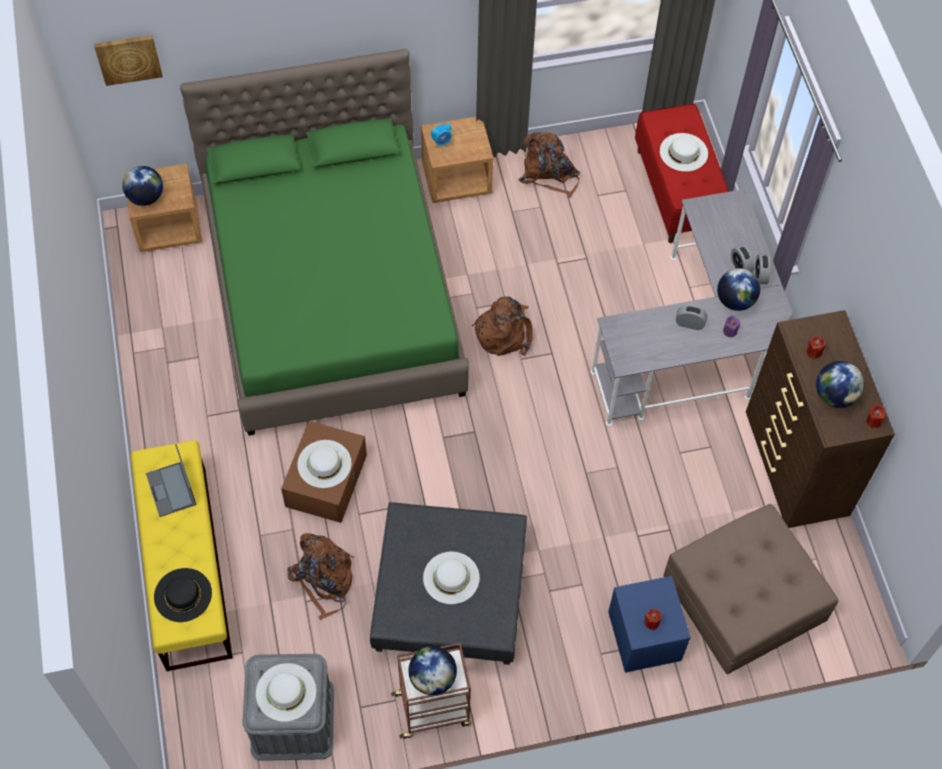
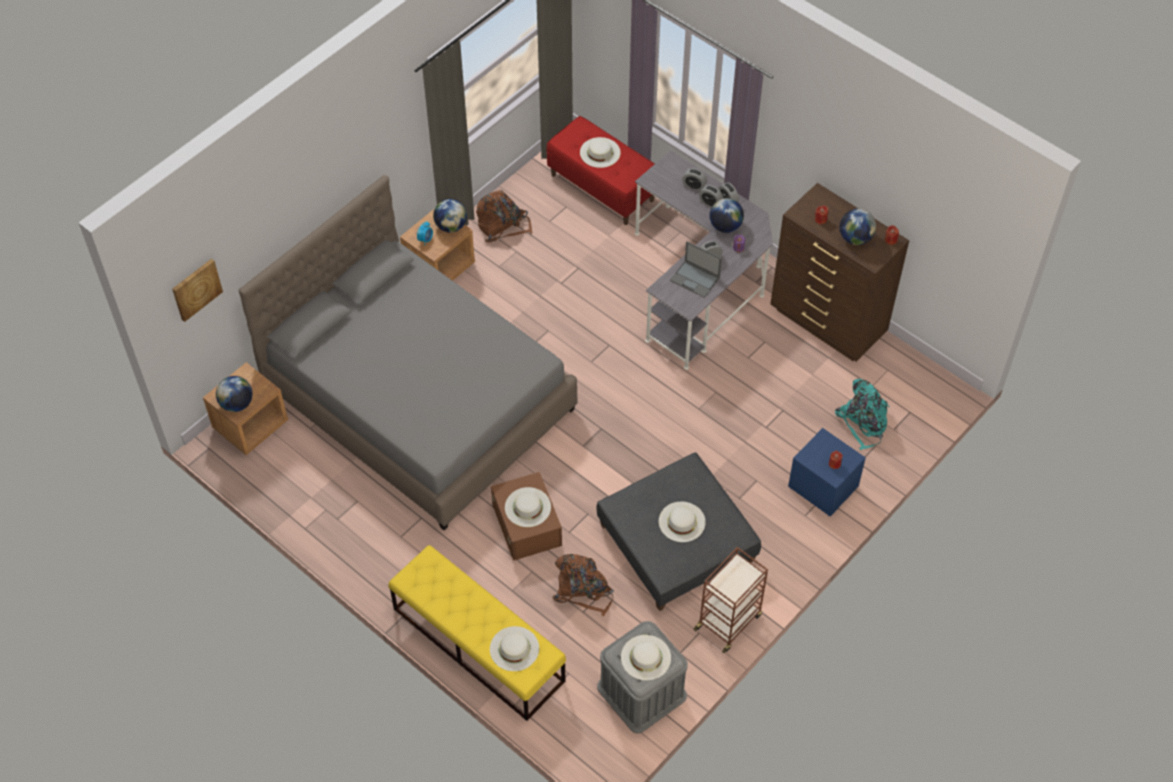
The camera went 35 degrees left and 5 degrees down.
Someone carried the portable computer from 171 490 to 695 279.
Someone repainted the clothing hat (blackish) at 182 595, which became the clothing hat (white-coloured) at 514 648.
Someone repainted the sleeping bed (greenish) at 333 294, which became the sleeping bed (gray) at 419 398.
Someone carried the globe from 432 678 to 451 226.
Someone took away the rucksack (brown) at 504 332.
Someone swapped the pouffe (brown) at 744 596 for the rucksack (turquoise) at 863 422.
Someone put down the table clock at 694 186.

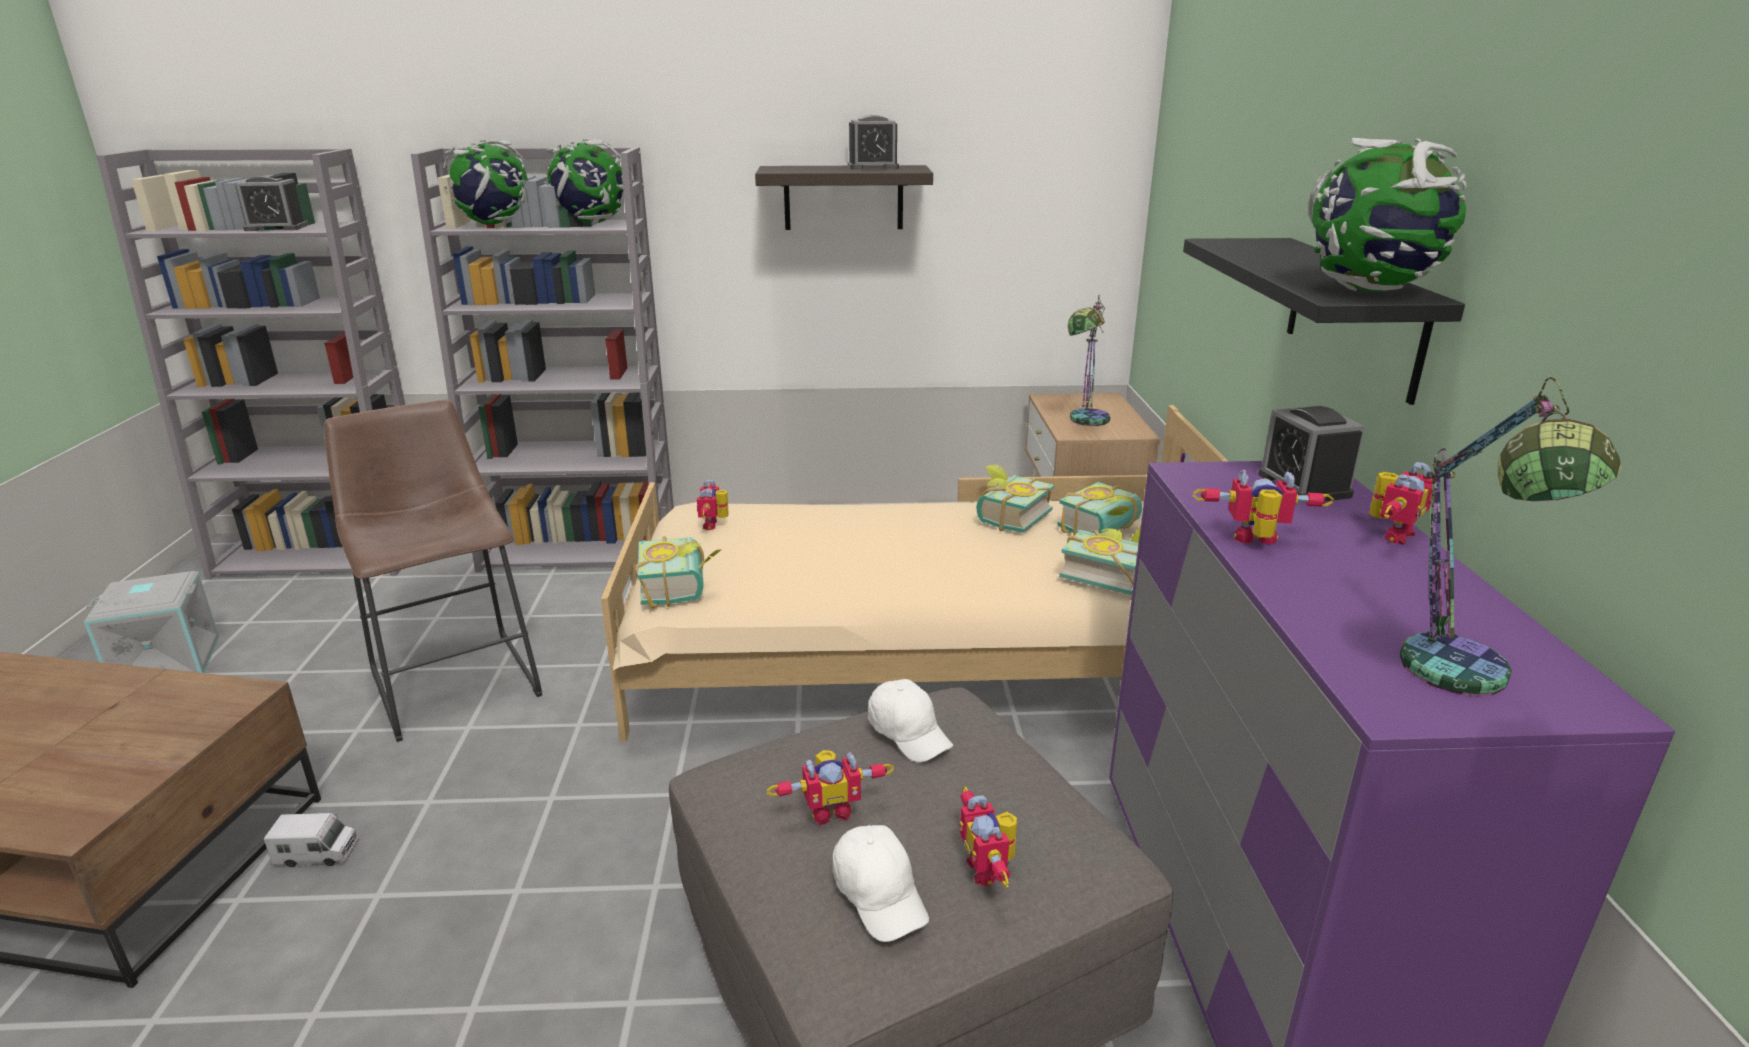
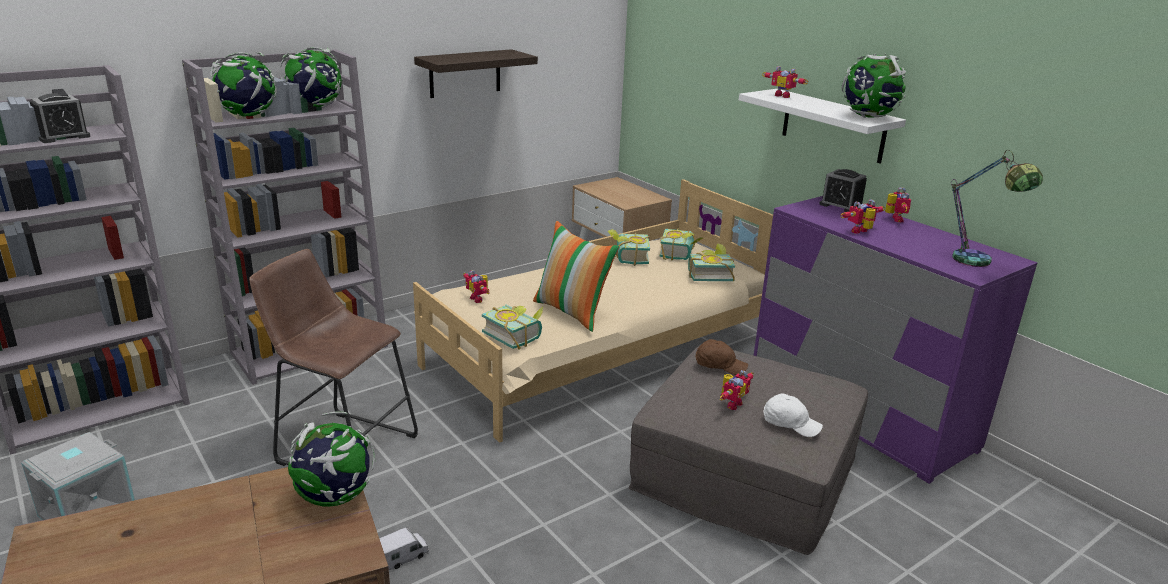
The camera went 35 degrees left and 0 degrees up.
Someone took away the table clock at 873 167.
Someone repainted the peaked cap (white-coloured) at 909 733, which became the peaked cap (brown) at 720 365.
Someone carried the model robot from 989 869 to 783 96.
Someone took away the table lamp at 1084 422.
Someone repainted the shelf (blackish) at 1354 315, which became the shelf (white-coloured) at 833 125.
Someone put down the globe at 334 498.
Someone put down the throw pillow at 572 312.

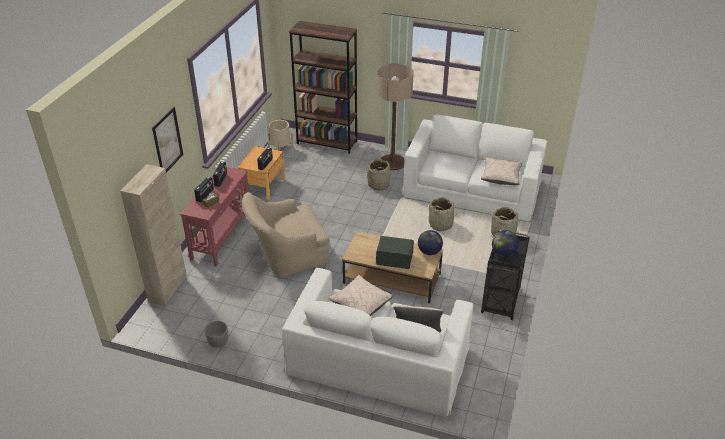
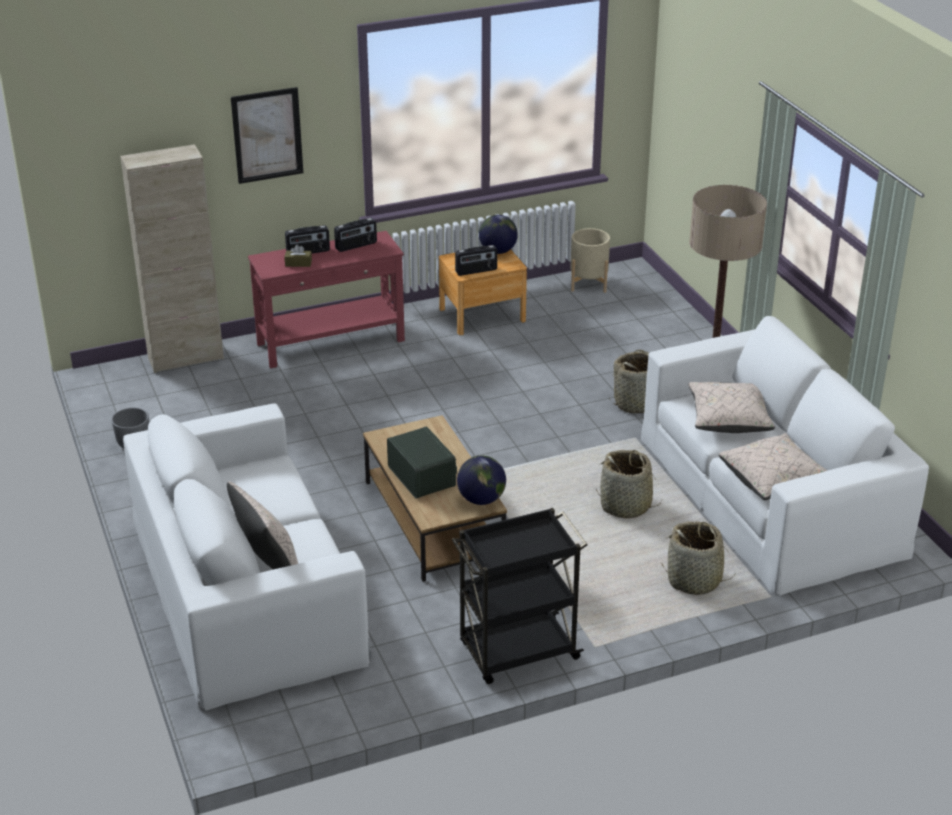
The camera went 50 degrees right and 5 degrees down.
Someone took away the armchair (beige) at 286 255.
Someone took away the bookshelf (brown) at 327 142.
Someone carried the throw pillow (beige) from 361 304 to 729 418.
Someone carried the globe from 503 253 to 497 251.

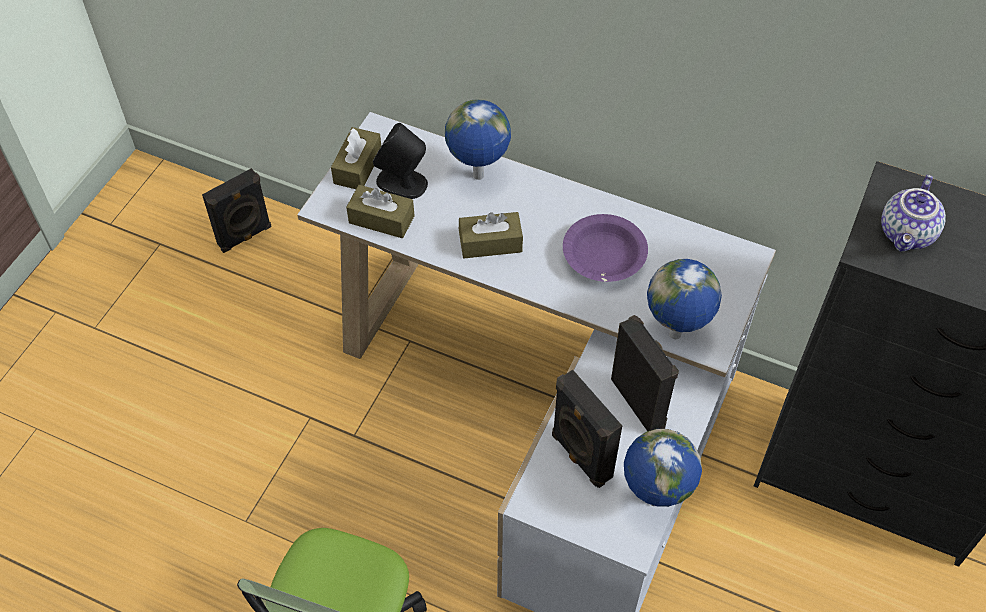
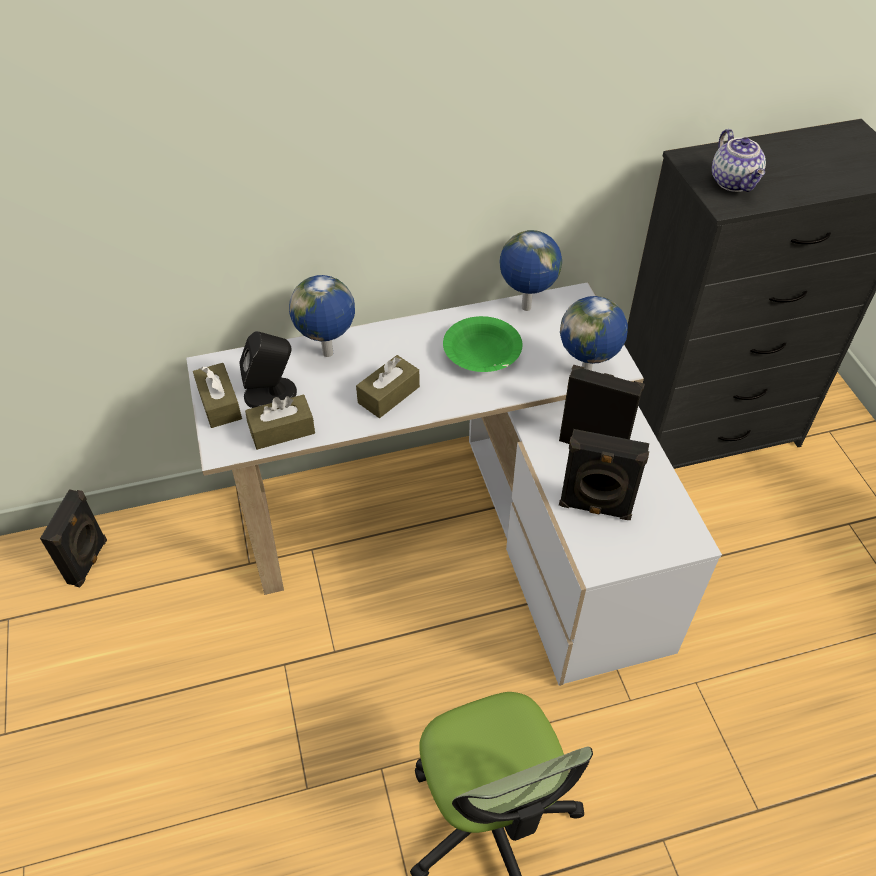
The camera went 40 degrees left and 5 degrees down.
Someone repainted the bowl (purplish) at 603 257, which became the bowl (greenish) at 482 354.
Someone carried the globe from 652 501 to 525 308.

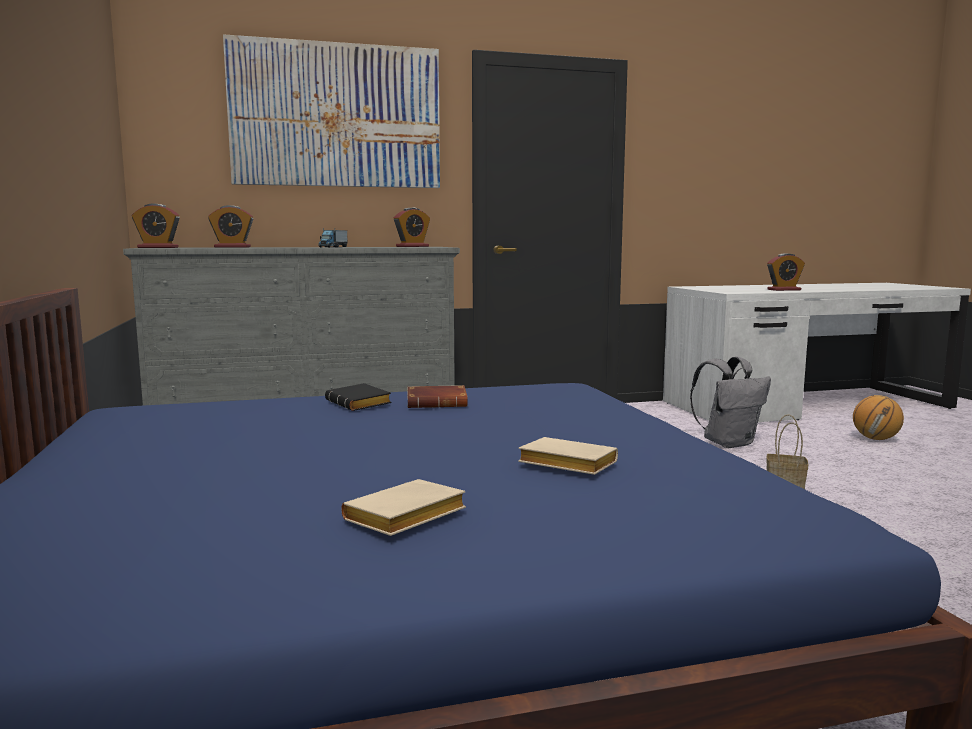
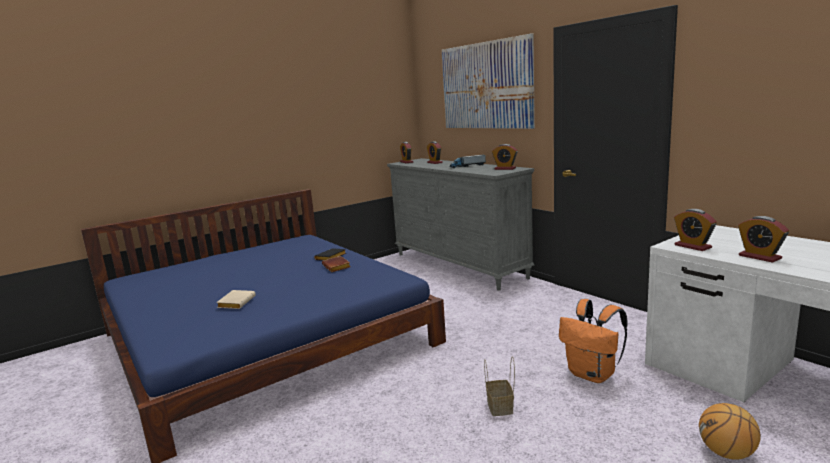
The camera went 70 degrees right and 5 degrees up.
Someone took away the volume (beige) at 404 518.
Someone repainted the rucksack (gray) at 728 443, which became the rucksack (orange-coloured) at 593 375.
Someone put down the table clock at 693 246.

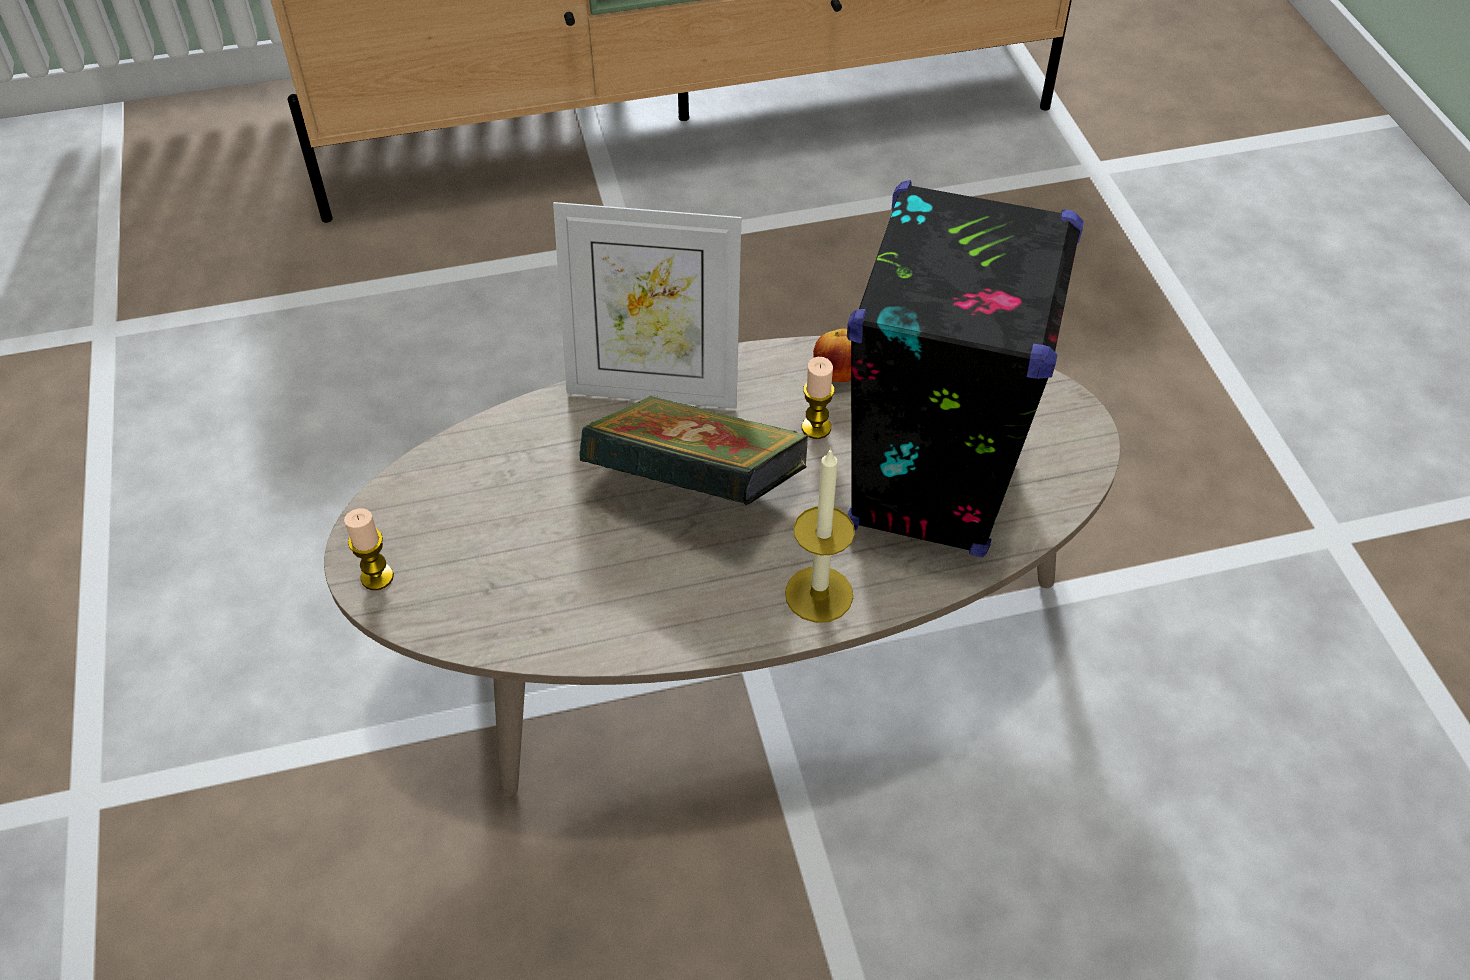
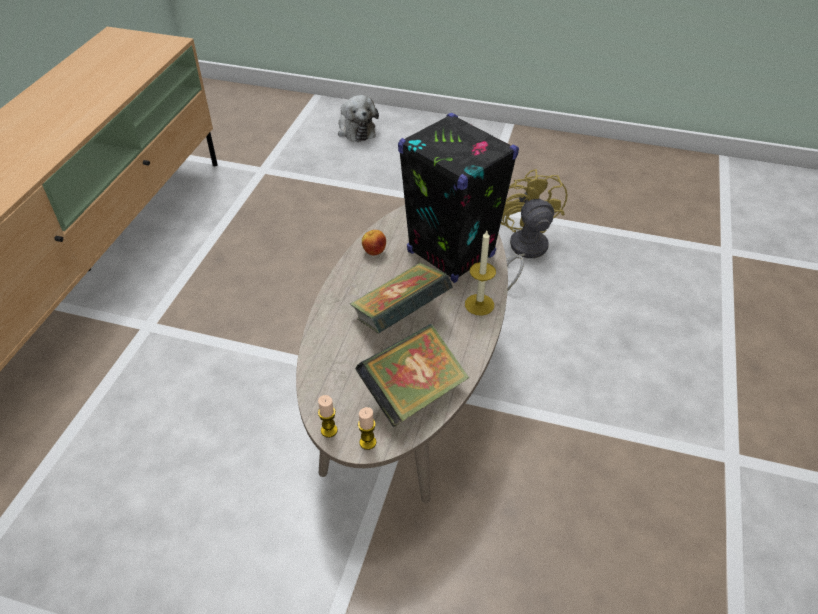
The camera went 60 degrees left and 5 degrees down.
Someone took away the standing frame at 654 387.
Someone carried the wax candle from 816 428 to 329 430.
Someone put down the plush toy at 355 129.
Someone put down the volume at 413 394.
Someone put down the fan (yellowish) at 523 251.

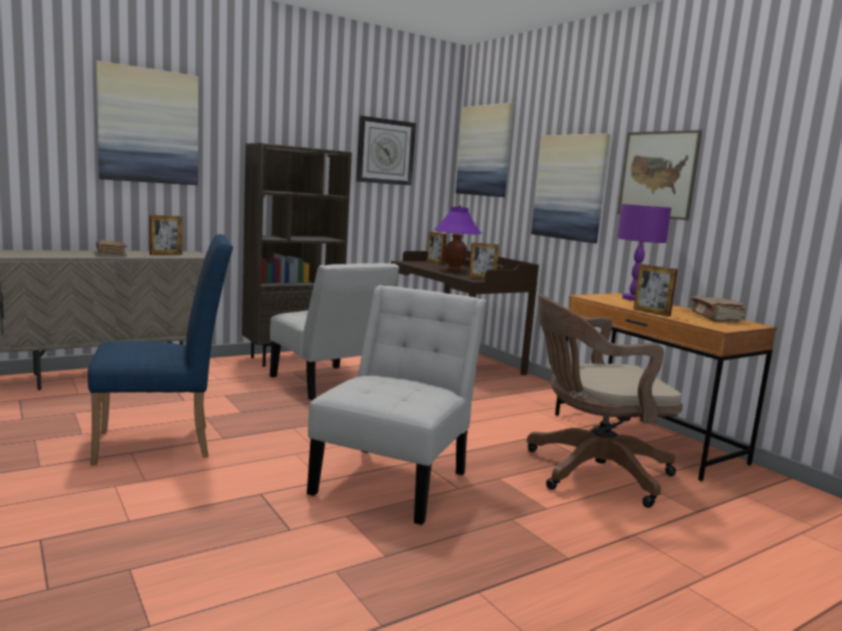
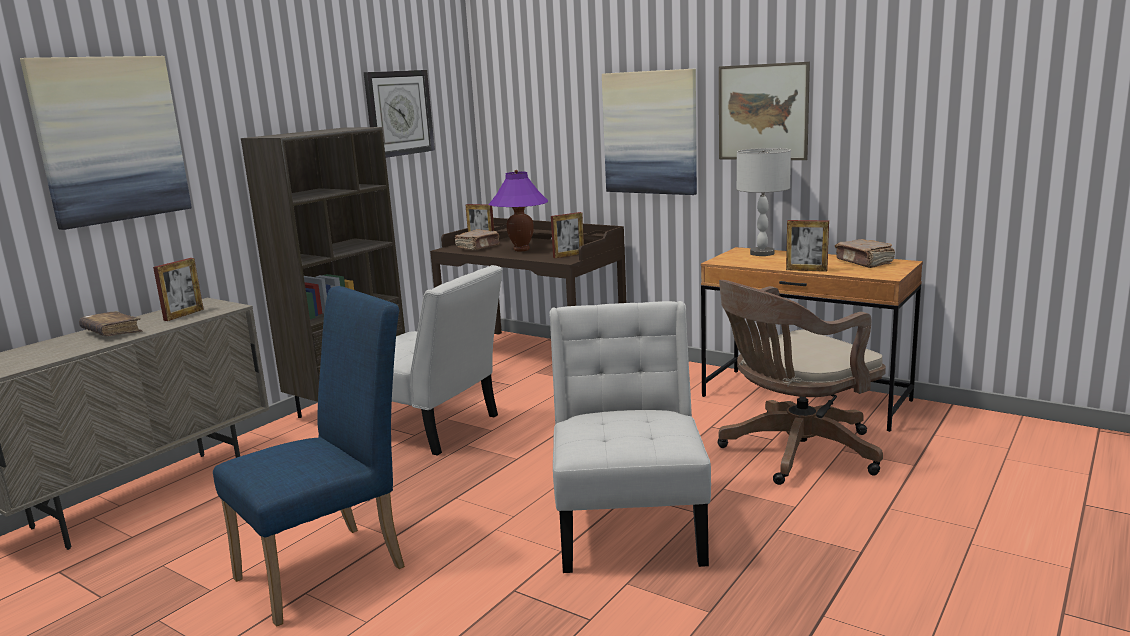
The camera went 20 degrees left and 5 degrees up.
Someone took away the picture at 485 151.
Someone repainted the table lamp (purplish) at 632 299, which became the table lamp (gray) at 761 253.
Someone put down the volume (brown) at 478 247.

